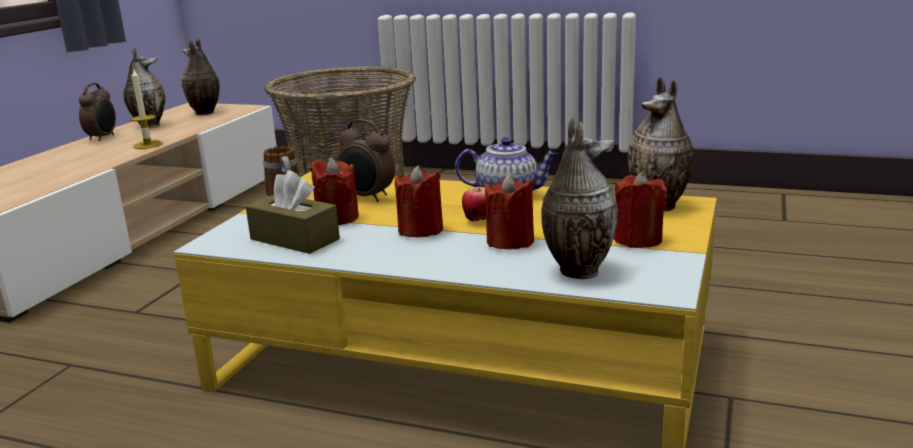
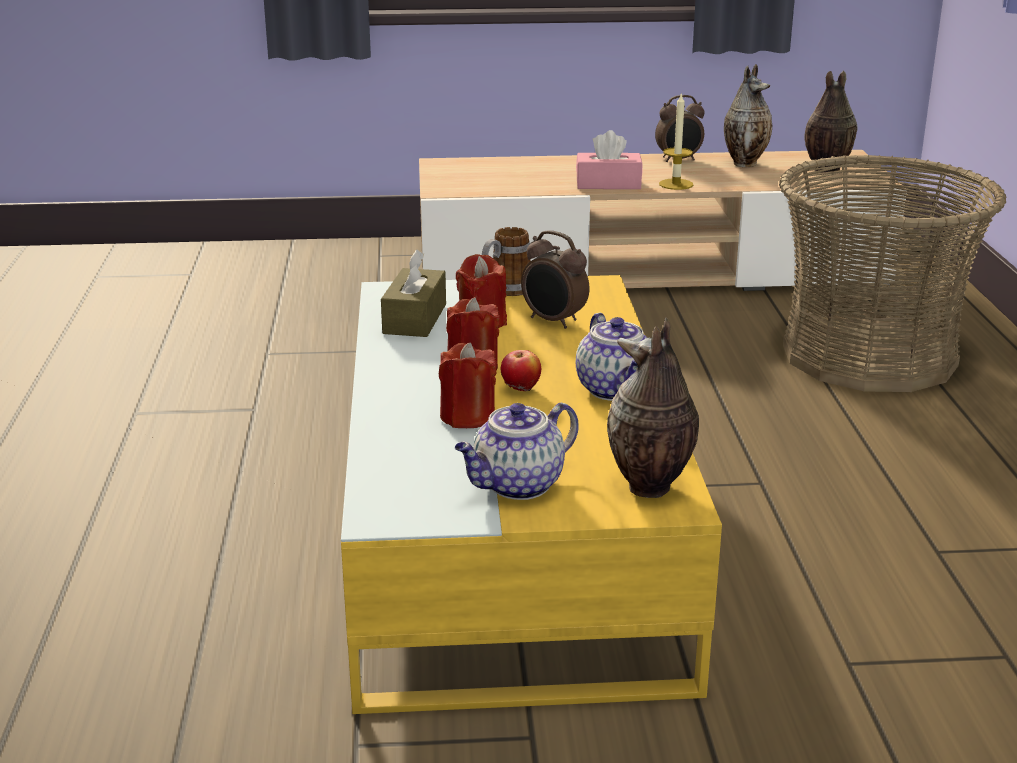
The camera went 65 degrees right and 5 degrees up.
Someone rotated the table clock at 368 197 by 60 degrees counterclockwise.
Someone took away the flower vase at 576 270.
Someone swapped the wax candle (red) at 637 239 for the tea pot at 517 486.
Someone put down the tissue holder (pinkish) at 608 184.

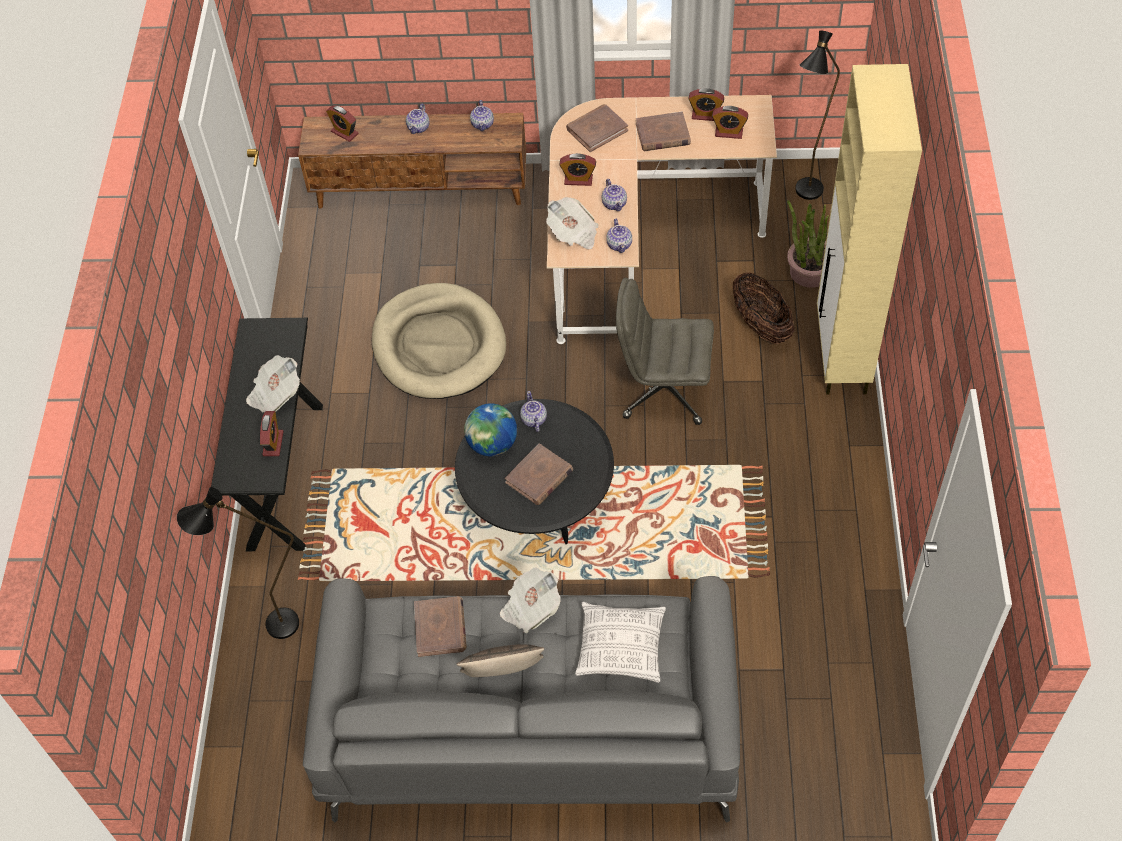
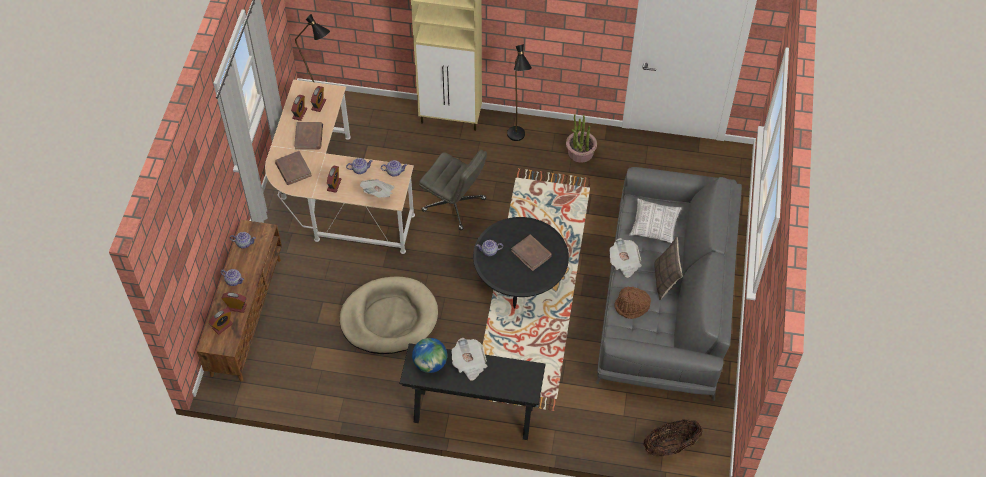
The camera went 85 degrees left and 0 degrees up.
Someone carried the floor lamp (blackish) from 270 628 to 517 139.
Someone carried the table clock from 273 443 to 236 307.
Someone swapped the volume (brown) at 440 628 for the clothing hat (brown) at 632 306.
Someone carried the globe from 492 444 to 430 364.
Someone rotated the computer chair (gray) at 663 391 by 75 degrees counterclockwise.
Someone carried the household basket from 761 325 to 670 446.
Someone carried the plant in a pot from 809 271 to 580 152.

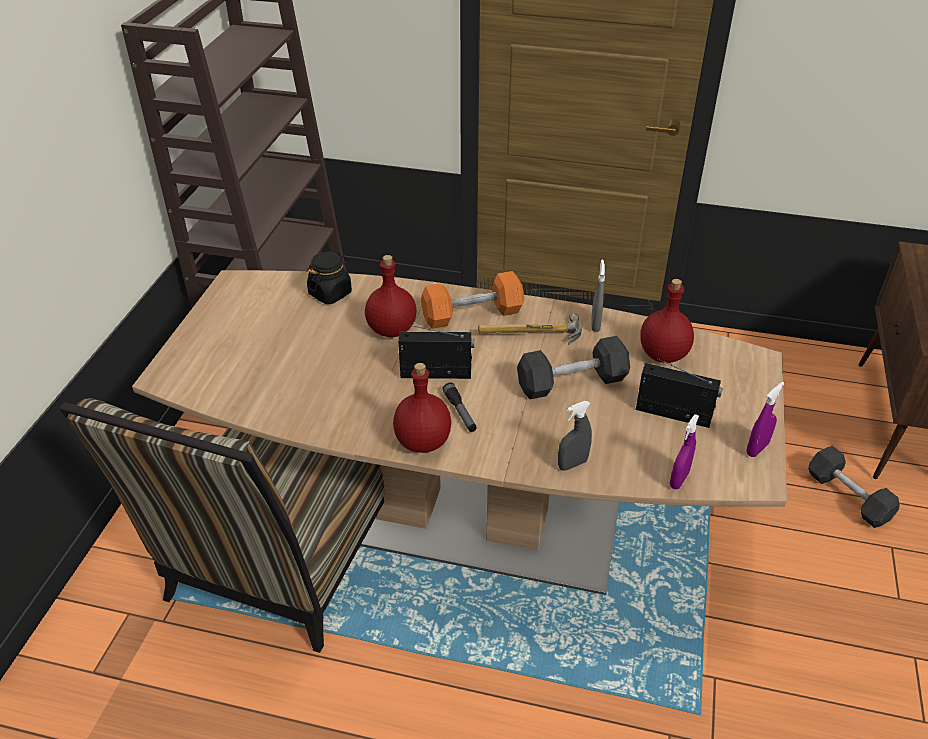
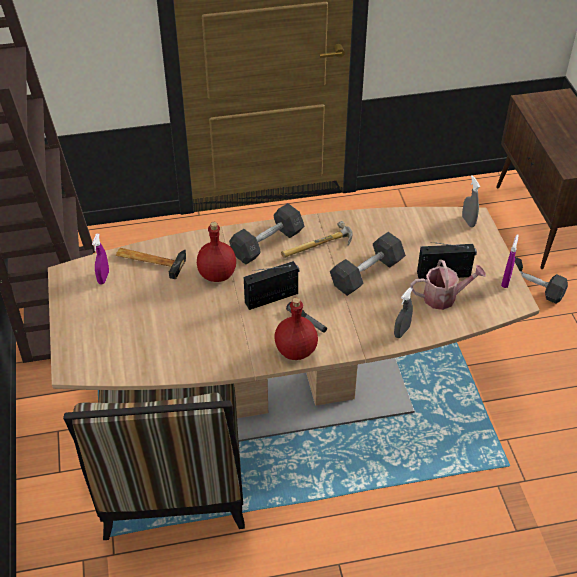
The camera went 25 degrees left and 5 degrees up.
Someone swapped the preserve jar (blackish) at 330 293 for the hammer at 150 260.
Someone repainted the hand weight (orange-coloured) at 472 314, which became the hand weight (gray) at 267 244.
Someone carried the sprayer (gray) from 595 324 to 468 221.
Someone took away the bottle (red) at 662 354.
Someone carried the sprayer (purplish) from 679 480 to 103 278.
Someone put down the sprinkling can at 444 297.

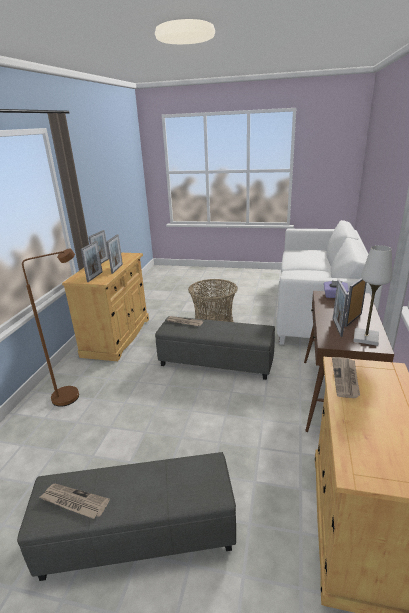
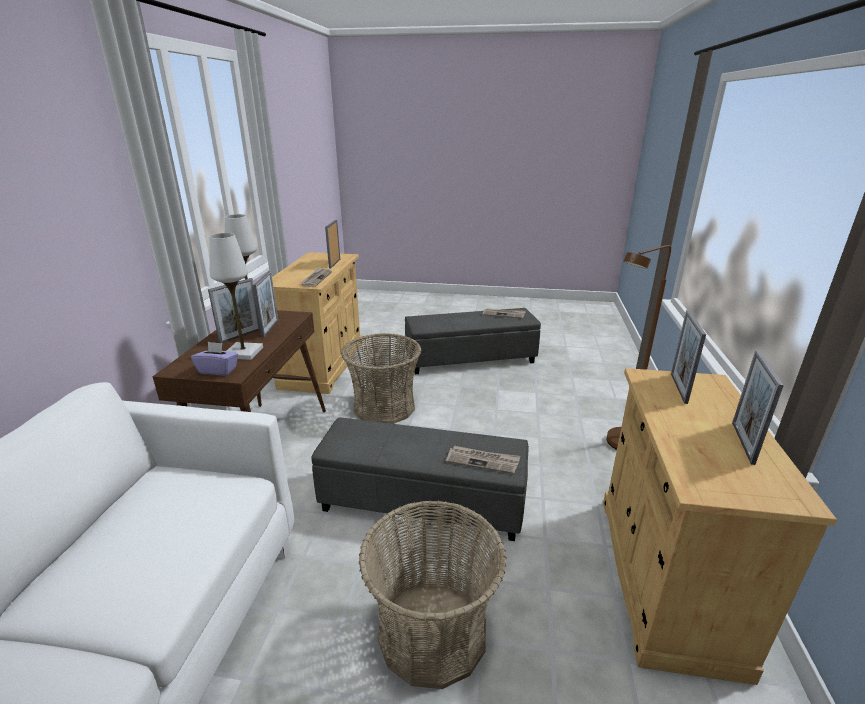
The camera went 175 degrees right and 0 degrees up.
Someone carried the standing frame from 117 268 to 334 263.
Someone put down the table lamp (white-coloured) at 243 353.
Someone put down the household basket at 384 407.

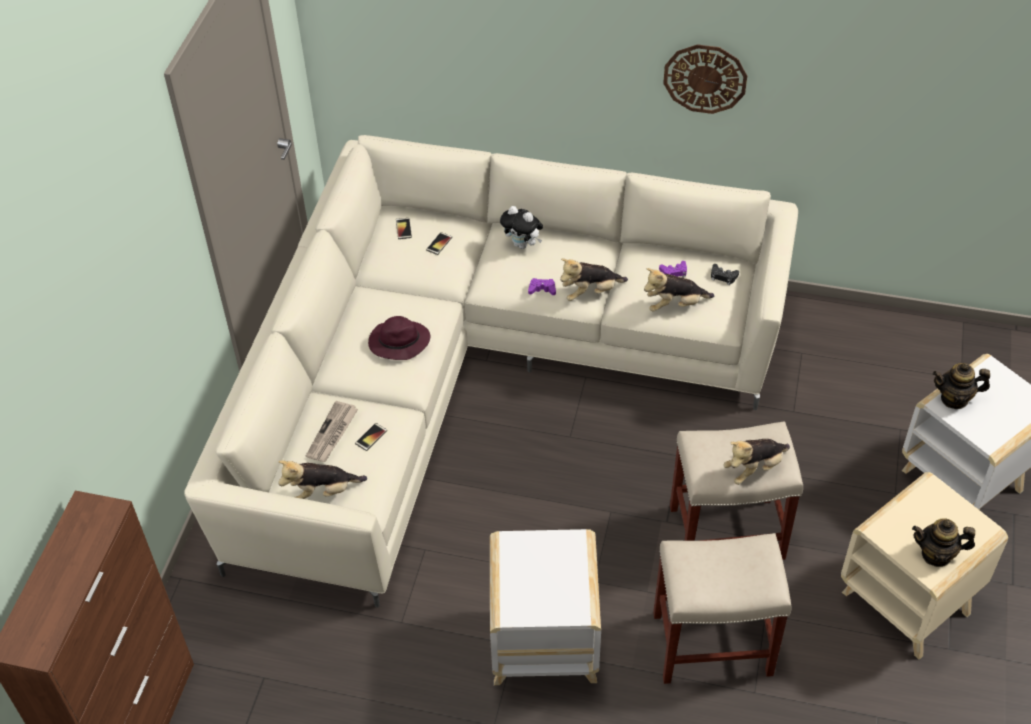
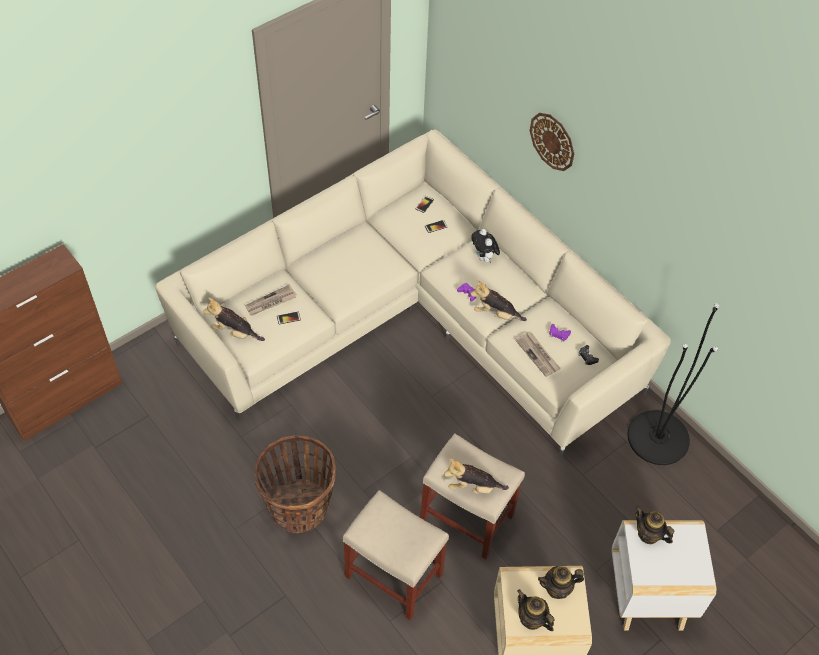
The camera went 35 degrees right and 5 degrees up.
Someone took away the clothing hat (purplish) at 398 343.
Someone swapped the end table (white-coloured) at 542 648 for the household basket at 299 506.
Someone swapped the plush toy at 675 305 for the printed paper at 538 355.
Someone carried the clock on the wall from 705 78 to 552 141.
Someone put down the tea pot at 557 588.
Someone put down the floor lamp (blackish) at 658 437.

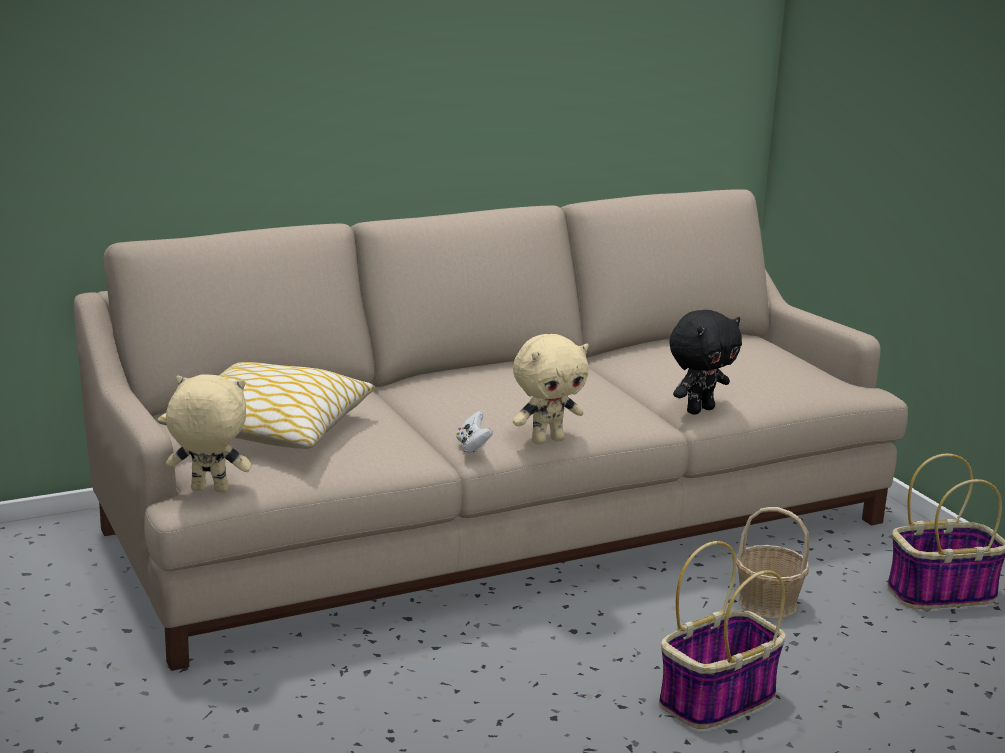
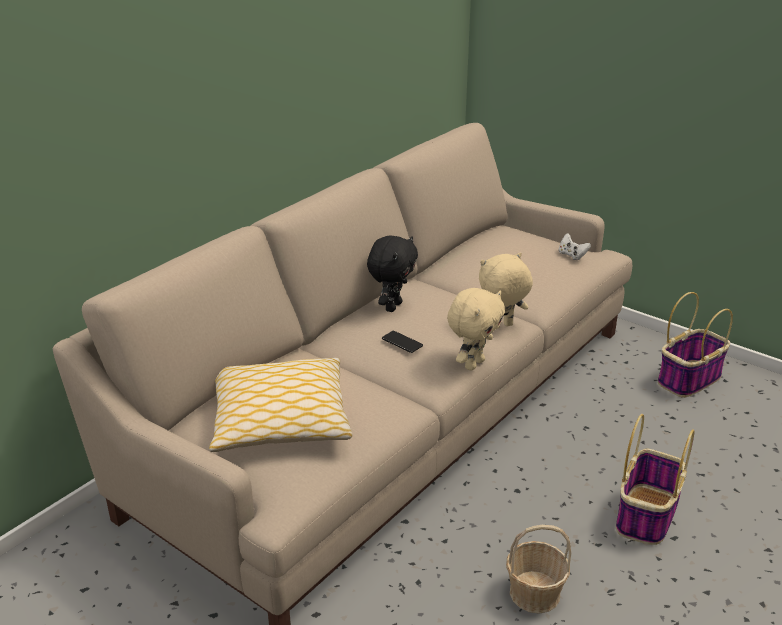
The camera went 25 degrees left and 10 degrees up.
Someone carried the plush toy (beige) from 208 491 to 501 327.
Someone carried the joypad (white-coloured) from 472 447 to 572 255.
Someone carried the plush toy (blackish) from 699 410 to 392 306.
Someone carried the household basket from 767 603 to 534 593.
Someone put down the handset at 402 342.

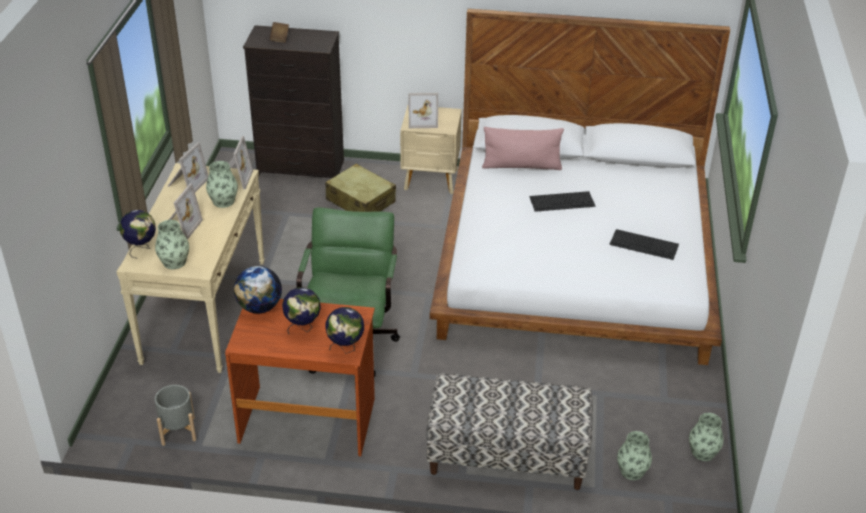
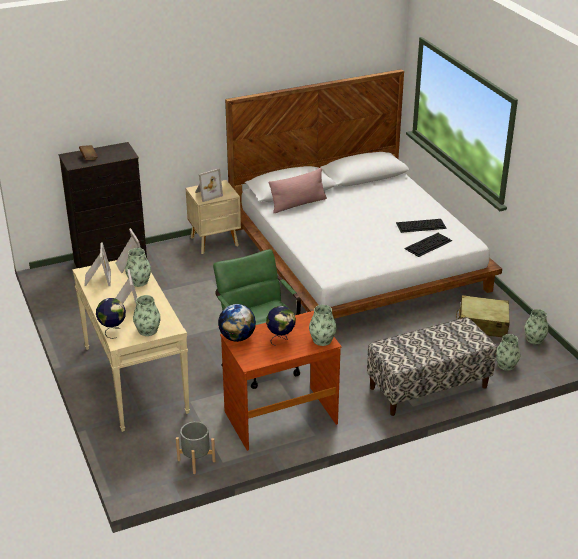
The camera went 30 degrees left and 5 degrees down.
Someone carried the suitcase (beige) from 360 201 to 482 324.
Someone swapped the globe at 346 348 for the flower vase at 322 340.
Someone carried the keyboard from 562 201 to 428 244.

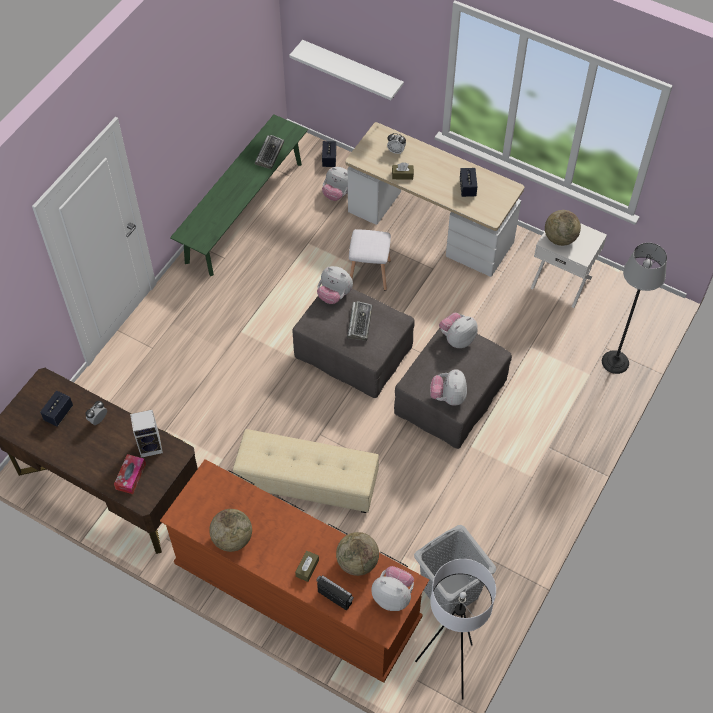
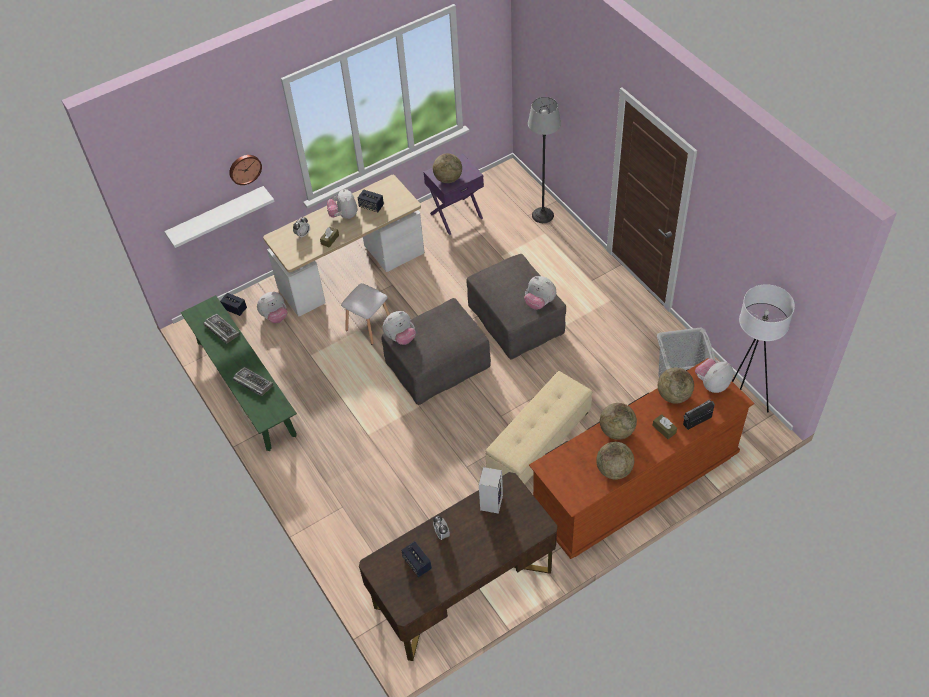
The camera went 60 degrees left and 5 degrees down.
Someone took away the tissue holder at 131 476.
Someone carried the keyboard from 359 322 to 253 383.
Someone carried the plush toy from 457 338 to 344 215.
Someone repainted the night table (white-coloured) at 562 281, which became the night table (purplish) at 455 215.
Someone put up the clock on the wall at 244 168.
Someone put down the globe at 616 431.

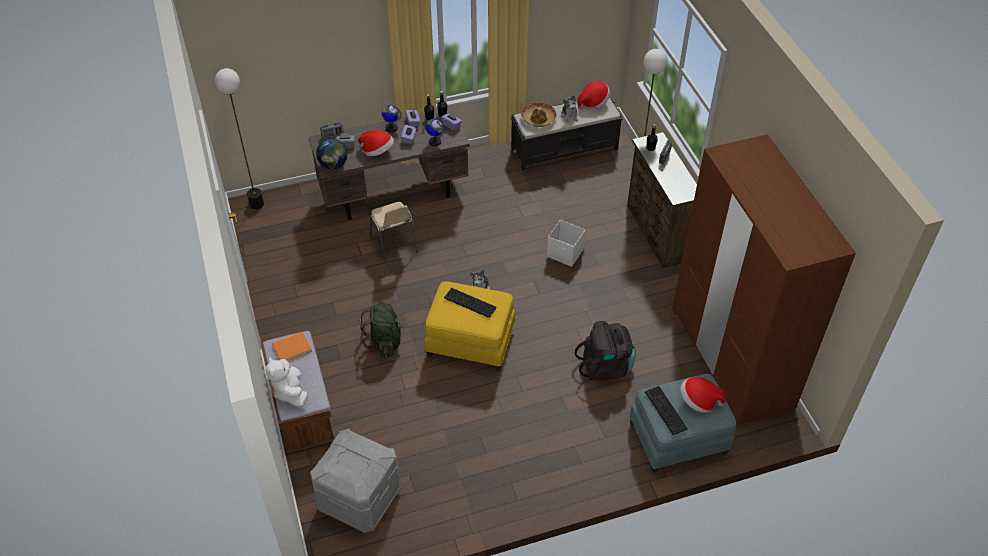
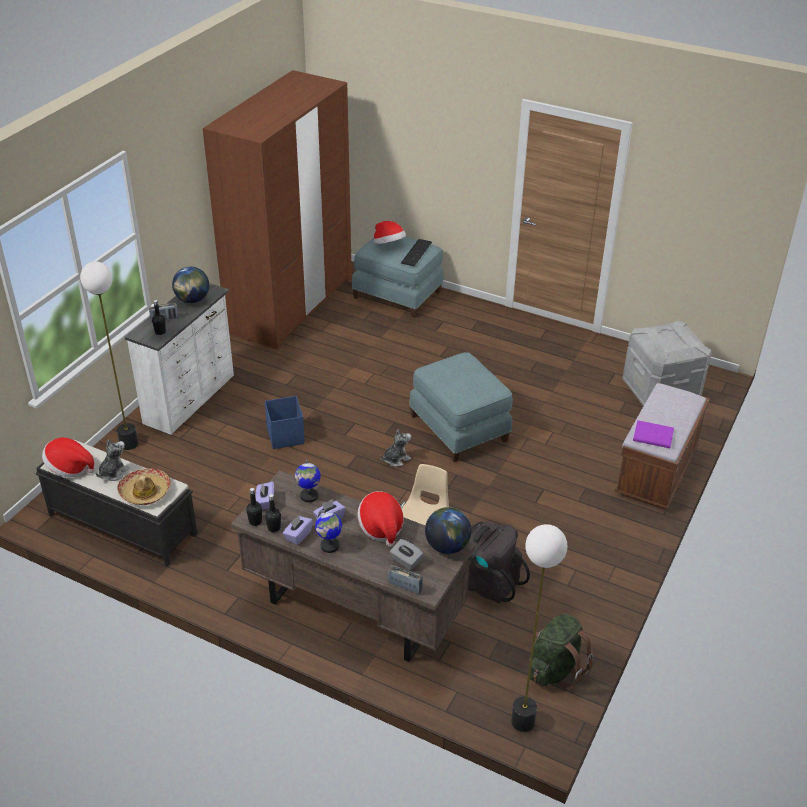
The camera went 135 degrees left and 10 degrees down.
Someone took away the plush toy (white-coloured) at 290 392.
Someone repainted the volume (orange-coloured) at 290 347, which became the volume (purplish) at 654 436.
Someone carried the rucksack (greenish) from 385 341 to 555 669.
Someone repainted the pouffe (yellowish) at 470 342, which became the pouffe (blue) at 460 428.
Someone took away the keyboard at 470 303.
Someone repainted the storage container (white-coloured) at 565 253, which became the storage container (blue) at 285 435.
Someone carried the rucksack (blackish) from 606 367 to 487 582.
Someone repainted the dresser (brown) at 656 233, which became the dresser (white-coloured) at 191 399.
Someone put down the globe at 192 300.

